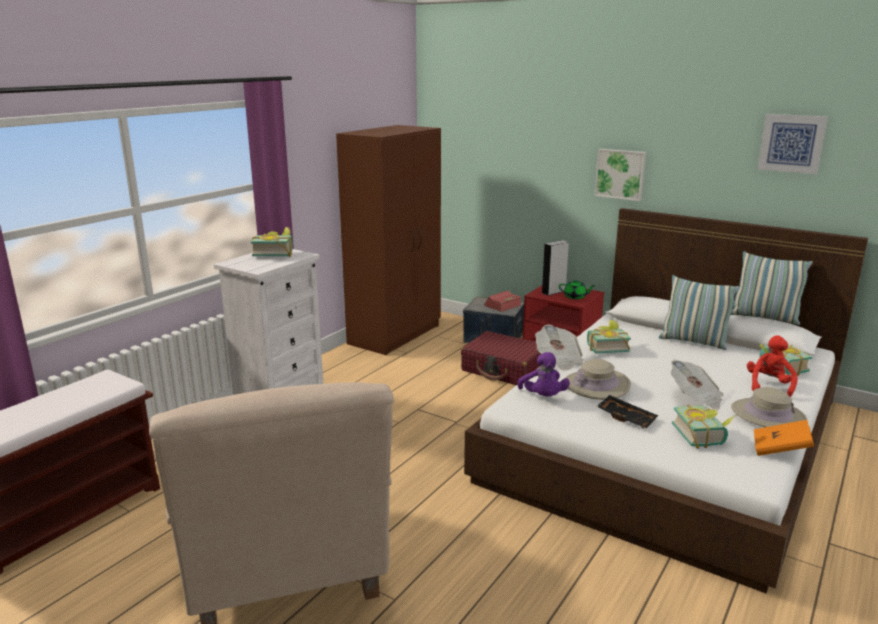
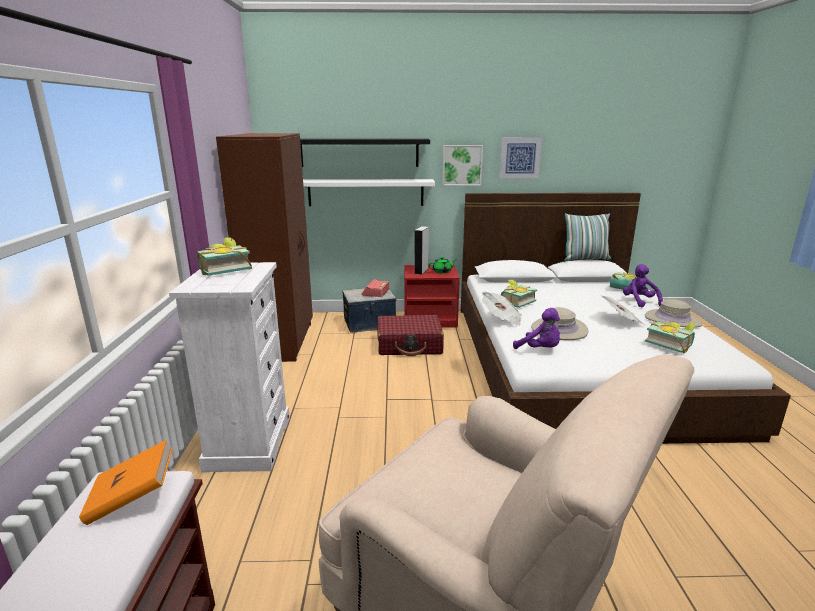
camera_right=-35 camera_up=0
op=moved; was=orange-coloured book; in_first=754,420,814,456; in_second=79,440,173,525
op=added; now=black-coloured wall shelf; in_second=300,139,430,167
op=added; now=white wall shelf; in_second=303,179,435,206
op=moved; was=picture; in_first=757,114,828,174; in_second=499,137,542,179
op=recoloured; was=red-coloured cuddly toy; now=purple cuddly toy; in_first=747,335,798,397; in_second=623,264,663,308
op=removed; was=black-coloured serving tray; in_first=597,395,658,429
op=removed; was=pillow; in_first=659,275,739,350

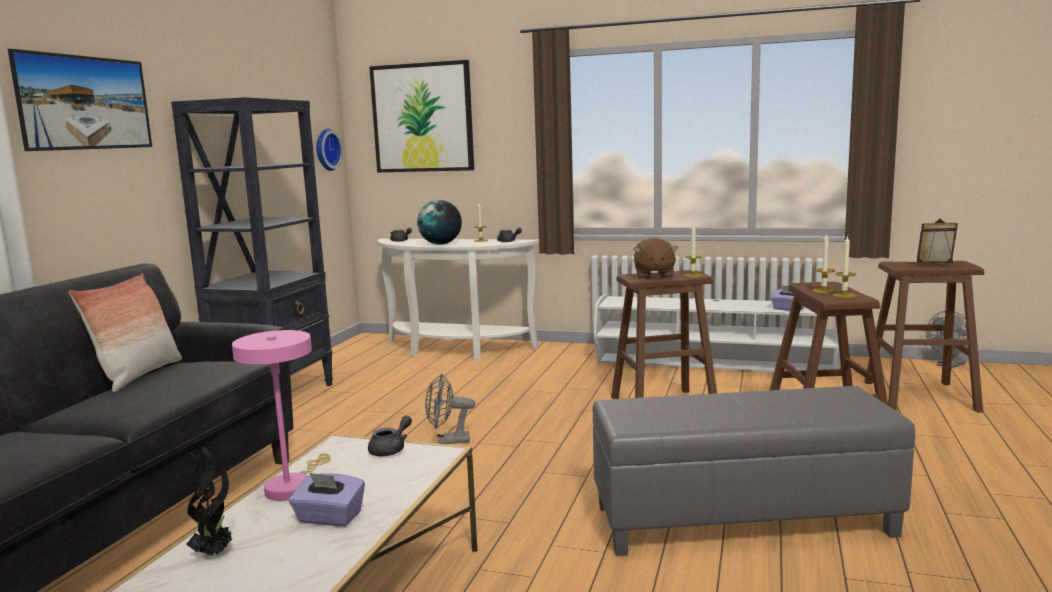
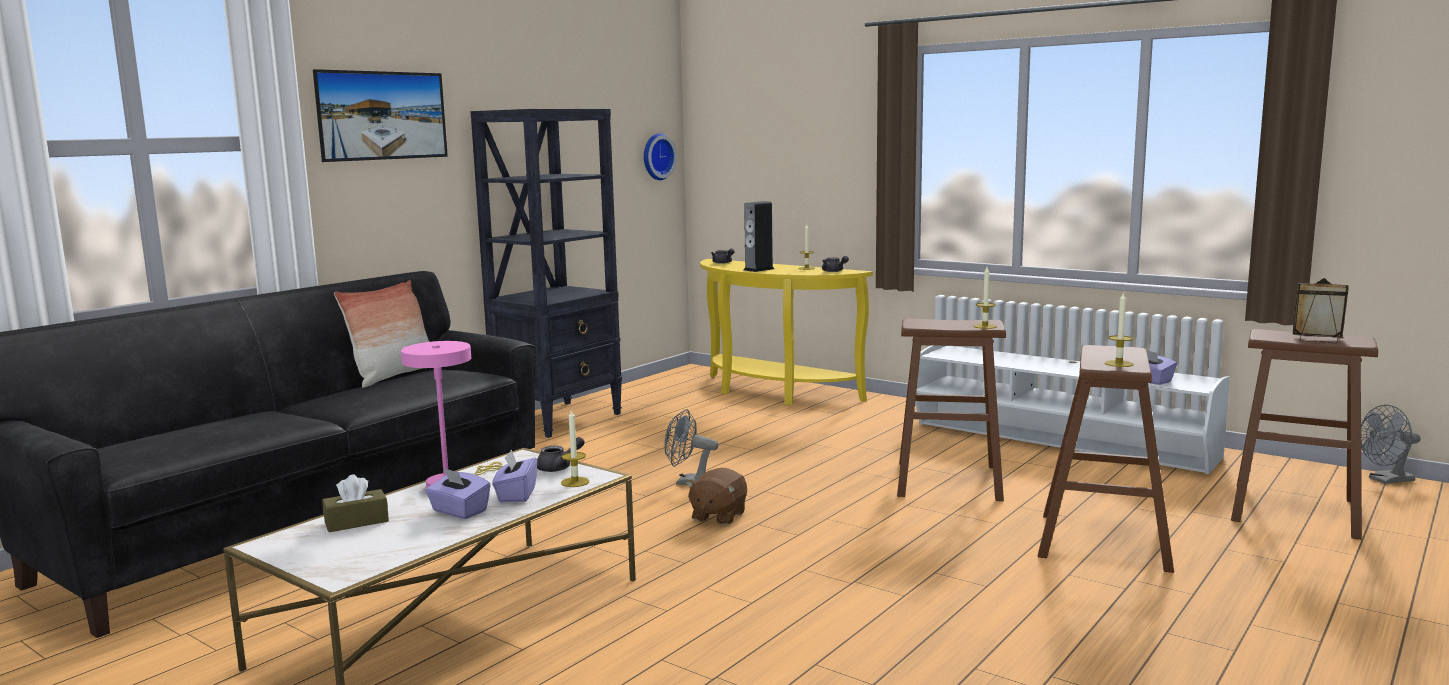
camera_right=20 camera_up=0
op=replaced; was=plant in a pot; now=brown-coloured tissue box; in_first=186,446,233,556; in_second=322,474,389,532
op=added; now=purple tissue box; in_second=492,449,537,502
op=moved; was=candle; in_first=812,233,836,293; in_second=561,409,589,487
op=moved; was=brown-coloured cuddly toy; in_first=634,238,678,280; in_second=686,468,747,525
op=recoloured; was=white console table; now=yellow console table; in_first=377,239,539,360; in_second=700,259,873,406
op=replaced; was=globe; now=speaker; in_first=417,200,462,245; in_second=744,201,774,272
op=removed; was=picture; in_first=369,60,474,172
op=removed; was=gray ottoman; in_first=593,386,915,556

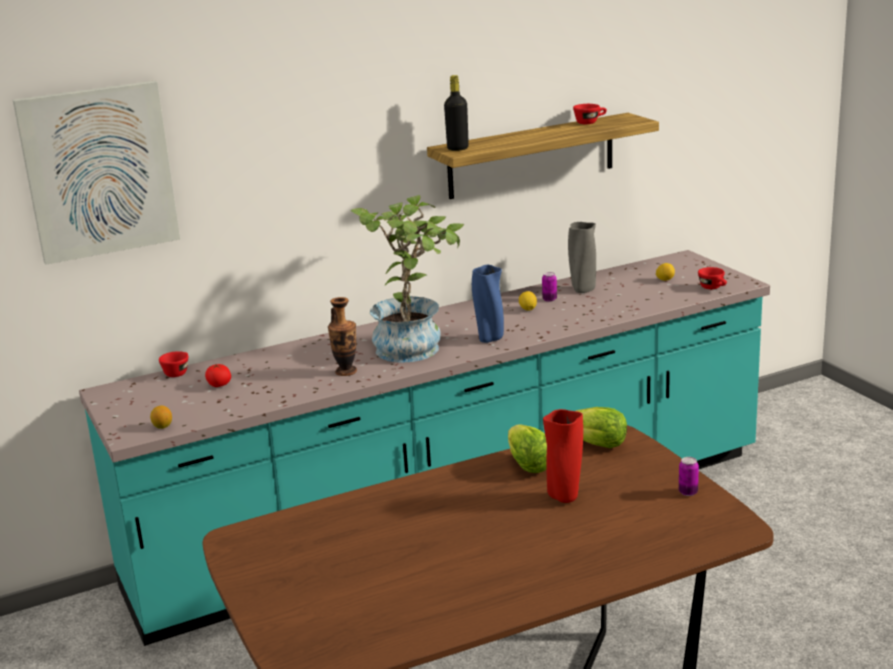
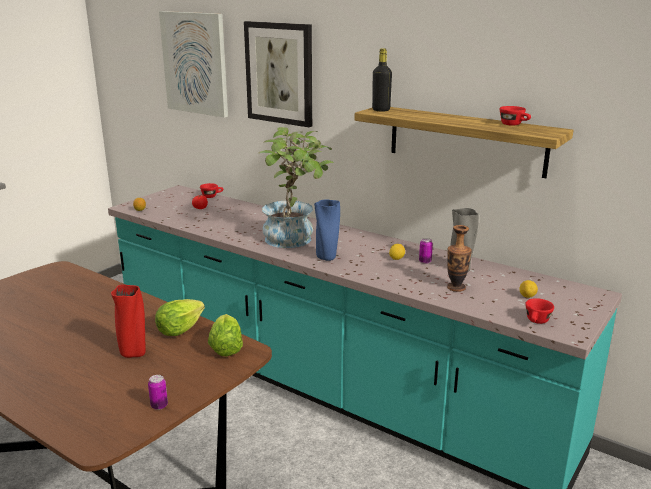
camera_right=60 camera_up=0
op=added; now=picture; in_second=244,21,312,127
op=moved; was=flower vase; in_first=328,297,357,376; in_second=447,225,472,292

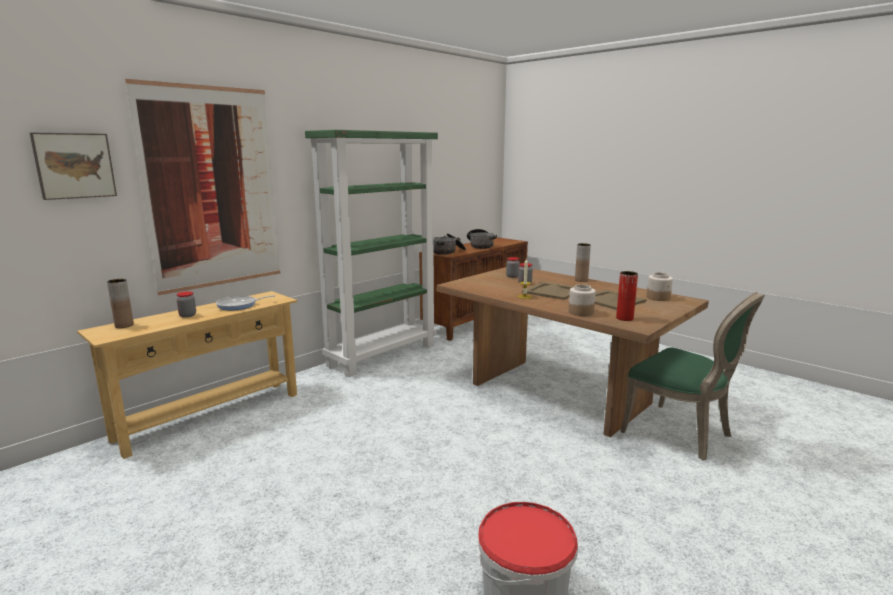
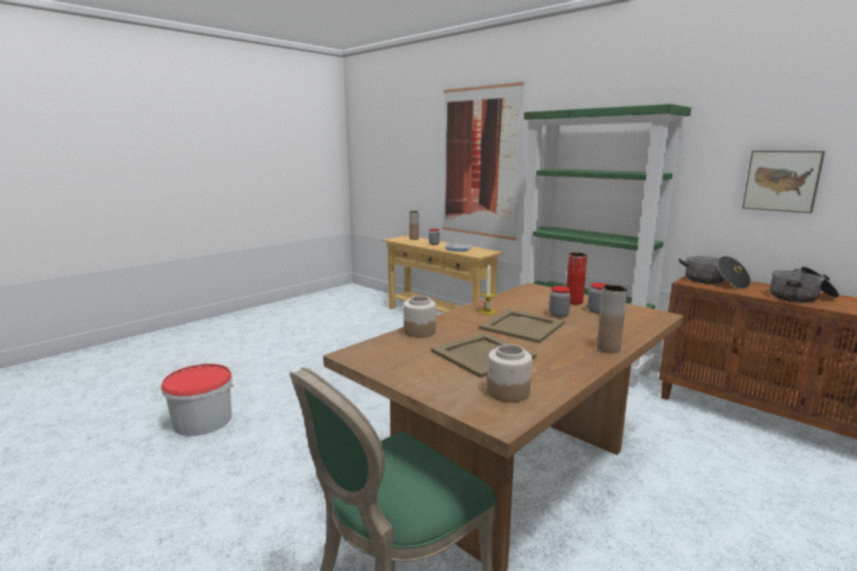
camera_right=90 camera_up=0
op=moved; was=red-coloured flower vase; in_first=616,271,638,321; in_second=566,253,587,304
op=moved; was=picture; in_first=30,133,117,200; in_second=742,151,825,213

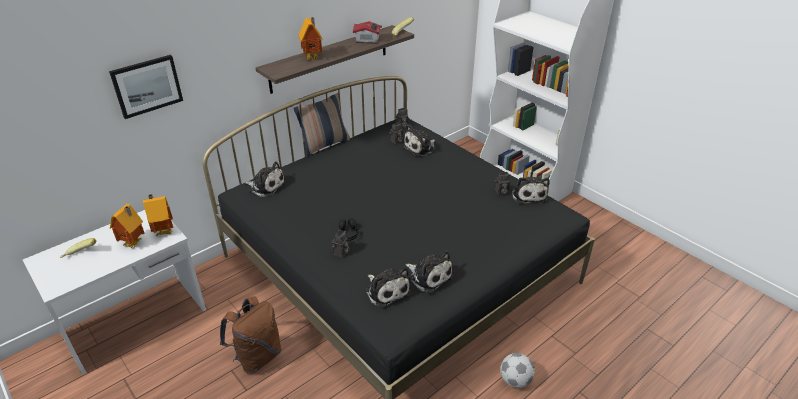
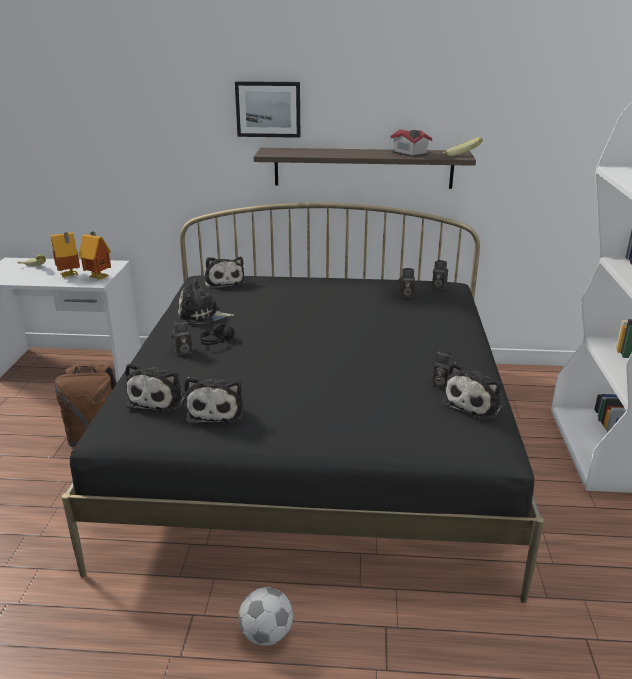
camera_right=45 camera_up=-10
op=moved; was=cuddly toy; in_first=402,124,435,156; in_second=178,277,234,324
op=moved; was=picture; in_first=109,55,183,119; in_second=235,81,300,138
op=removed; was=pillow; in_first=294,93,350,156
op=removed; was=model house; in_first=298,17,322,60

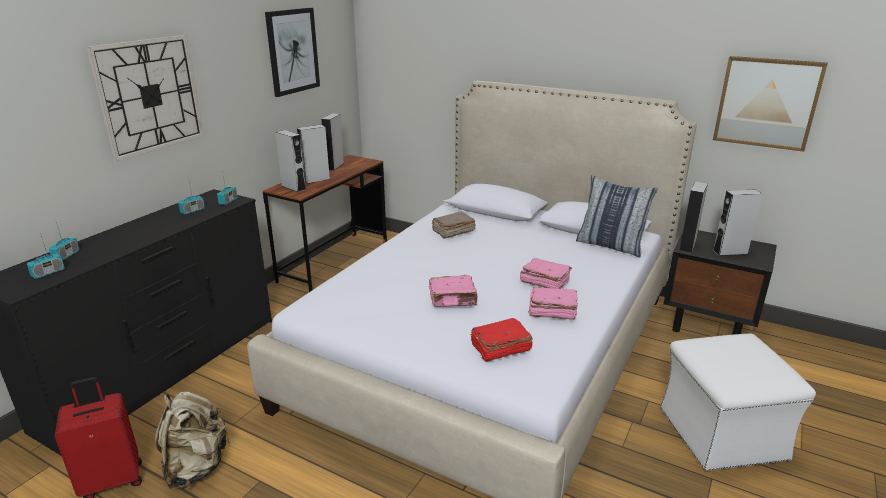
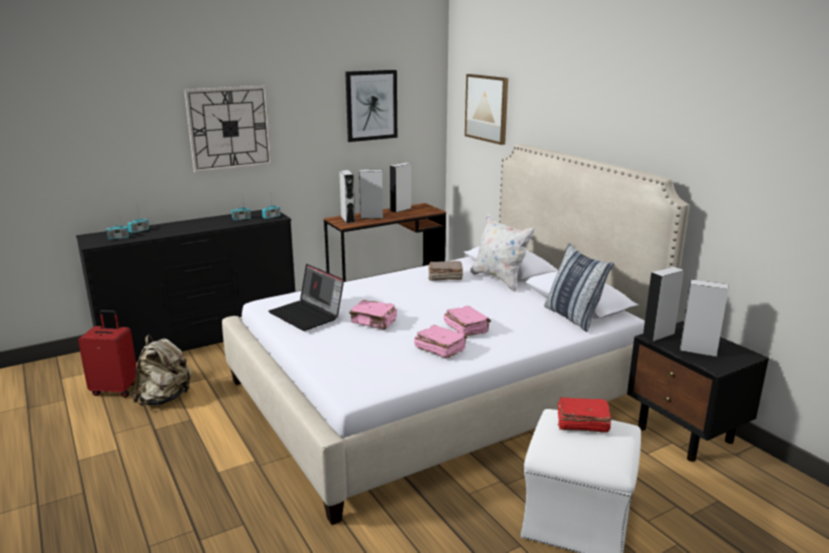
camera_right=30 camera_up=-5
op=added; now=laptop; in_second=269,264,344,331
op=moved; was=picture; in_first=713,56,828,152; in_second=465,74,508,145
op=added; now=white pillow; in_second=470,214,536,292
op=moved; was=red-coloured book; in_first=470,318,533,362; in_second=557,397,611,433

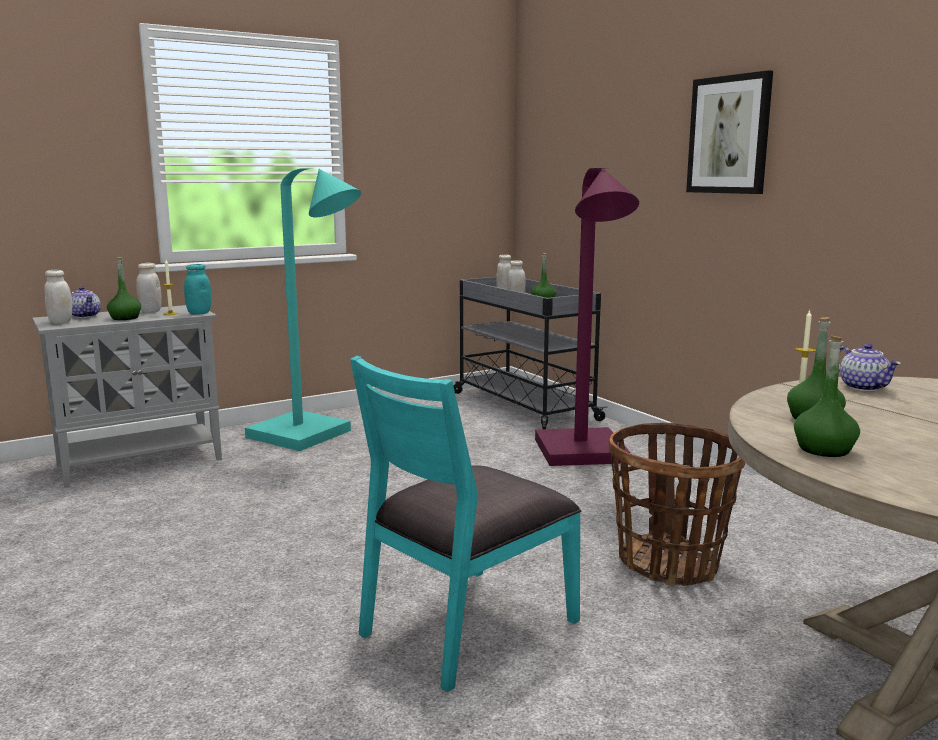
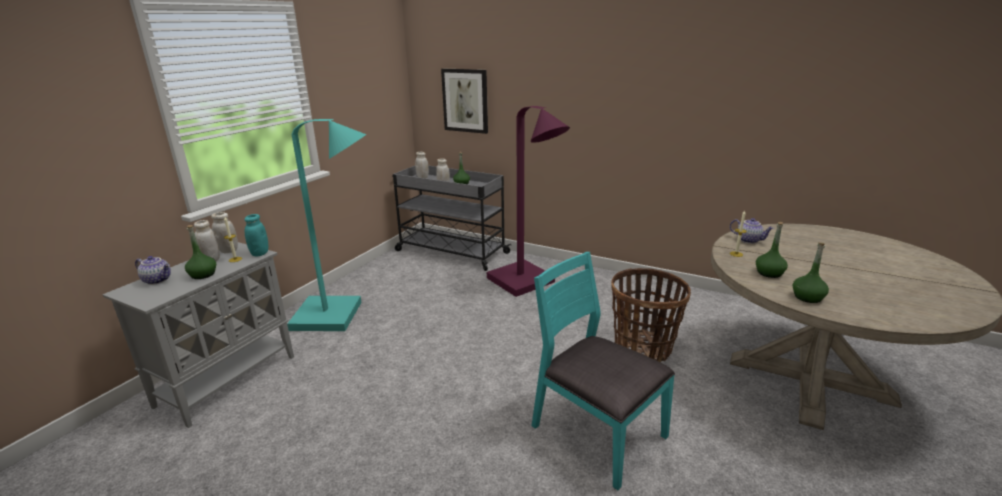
camera_right=-30 camera_up=10
op=moved; was=white storage jar; in_first=44,270,73,324; in_second=211,212,238,253
op=moved; was=picture; in_first=686,70,773,194; in_second=441,69,488,134
op=turned; was=blue-green plain chair; in_first=350,356,581,692; in_second=532,252,675,490; clockwise=120

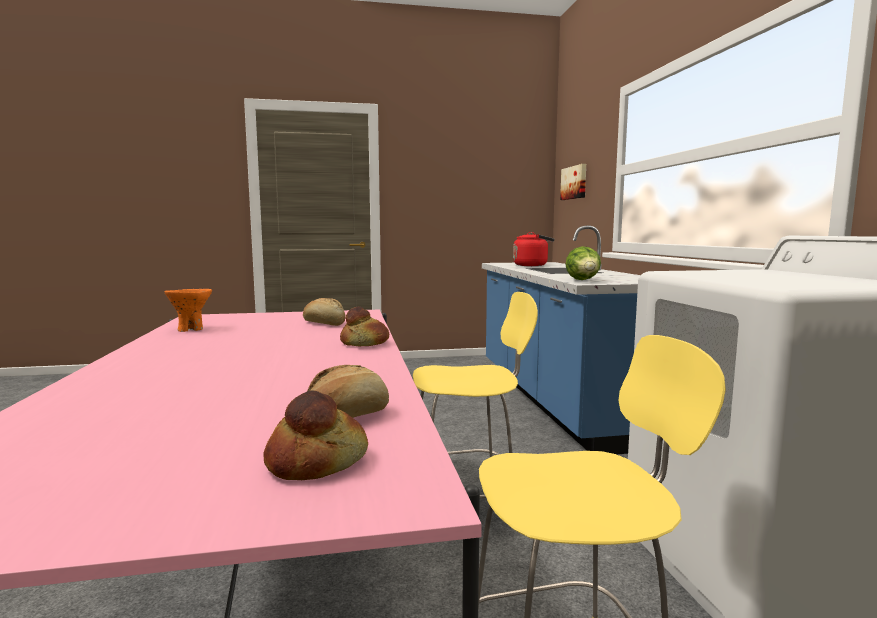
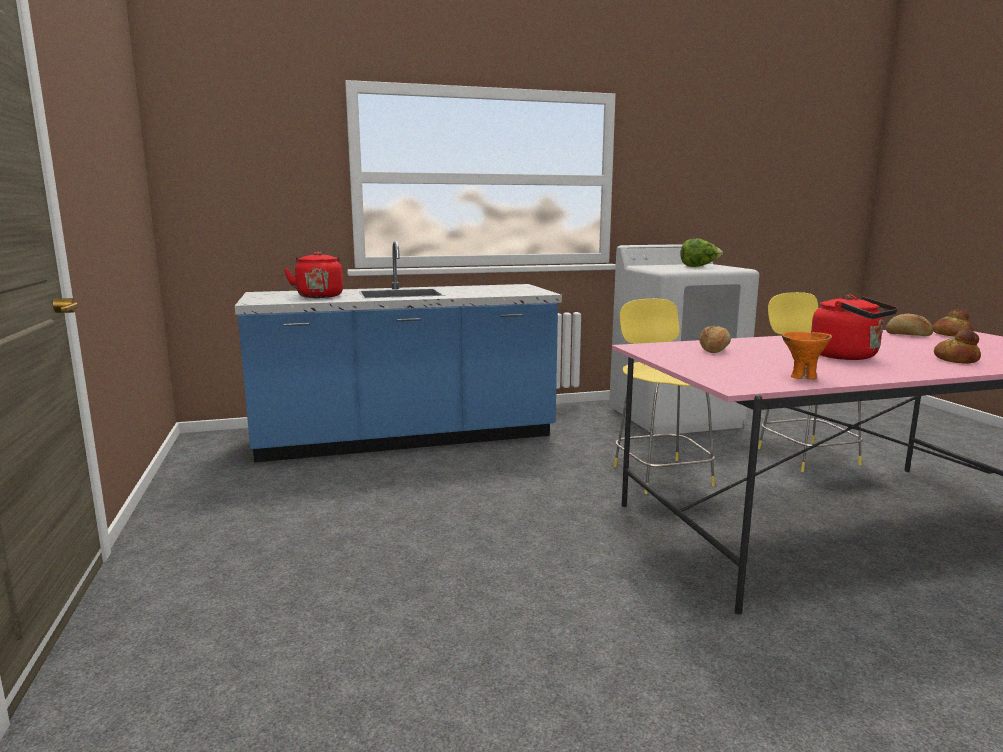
camera_right=-95 camera_up=5
op=moved; was=lettuce head; in_first=565,246,601,280; in_second=680,238,723,267
op=added; now=red-coloured tea kettle; in_second=811,295,898,360
op=moved; was=bakery bread; in_first=340,307,389,346; in_second=934,329,981,364
op=removed; was=picture; in_first=560,164,586,200

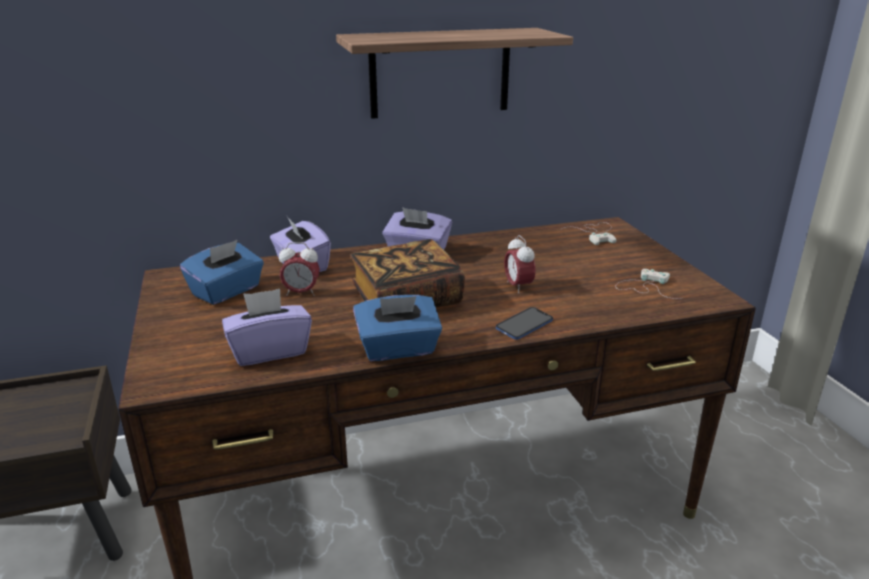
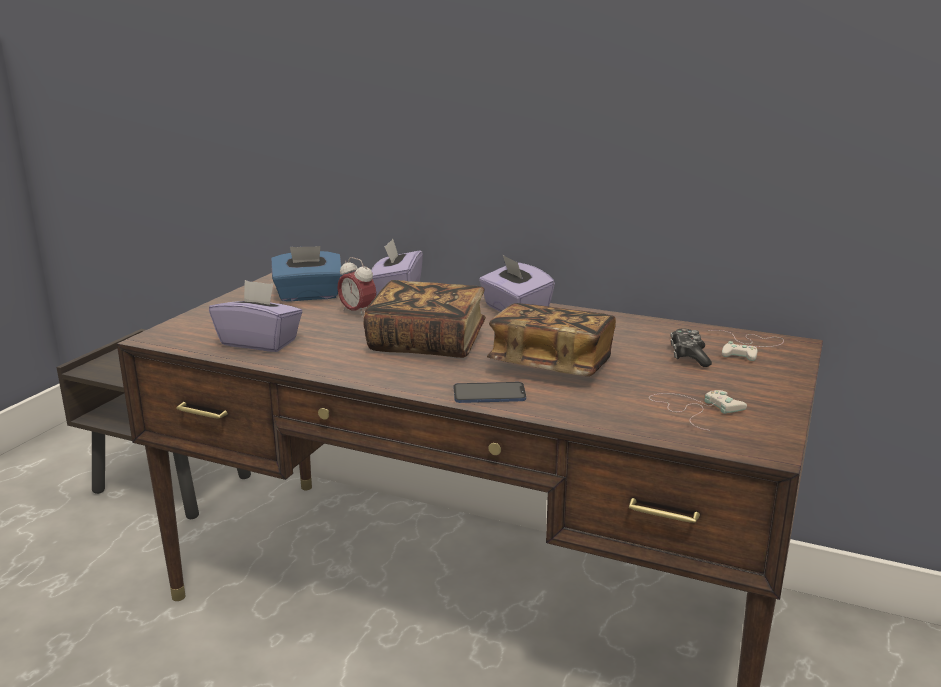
camera_right=40 camera_up=-5
op=replaced; was=bedside clock; now=book; in_first=504,235,536,294; in_second=487,303,616,376
op=added; now=joypad; in_second=670,328,712,367
op=removed; was=wall shelf; in_first=336,28,573,119
op=removed; was=blue tissue box; in_first=353,295,442,361

